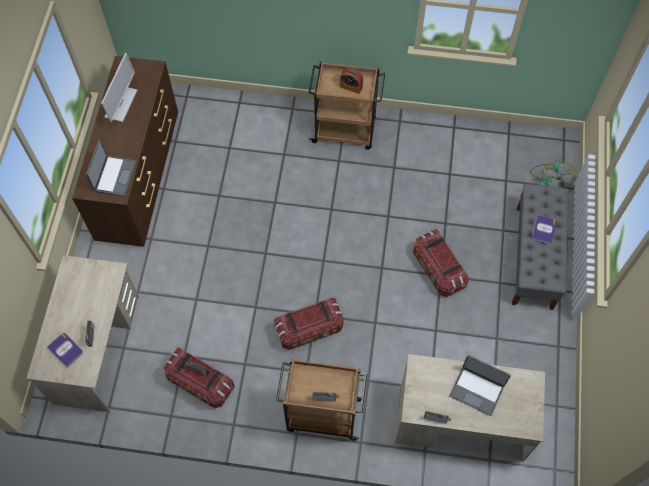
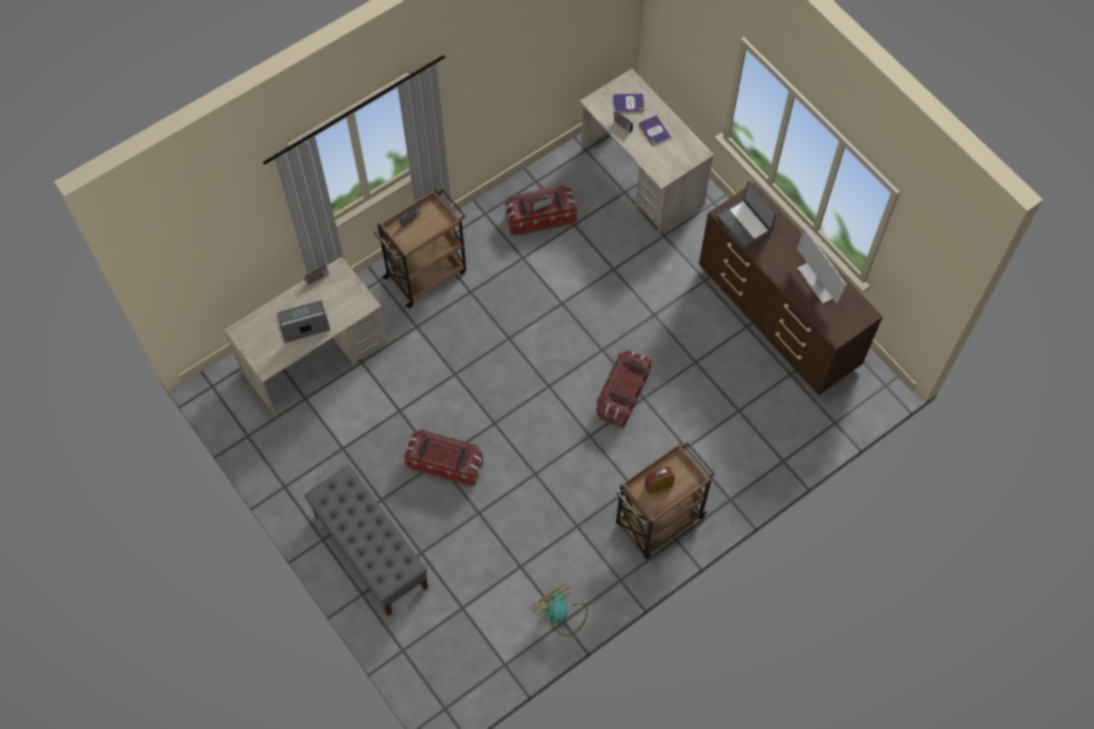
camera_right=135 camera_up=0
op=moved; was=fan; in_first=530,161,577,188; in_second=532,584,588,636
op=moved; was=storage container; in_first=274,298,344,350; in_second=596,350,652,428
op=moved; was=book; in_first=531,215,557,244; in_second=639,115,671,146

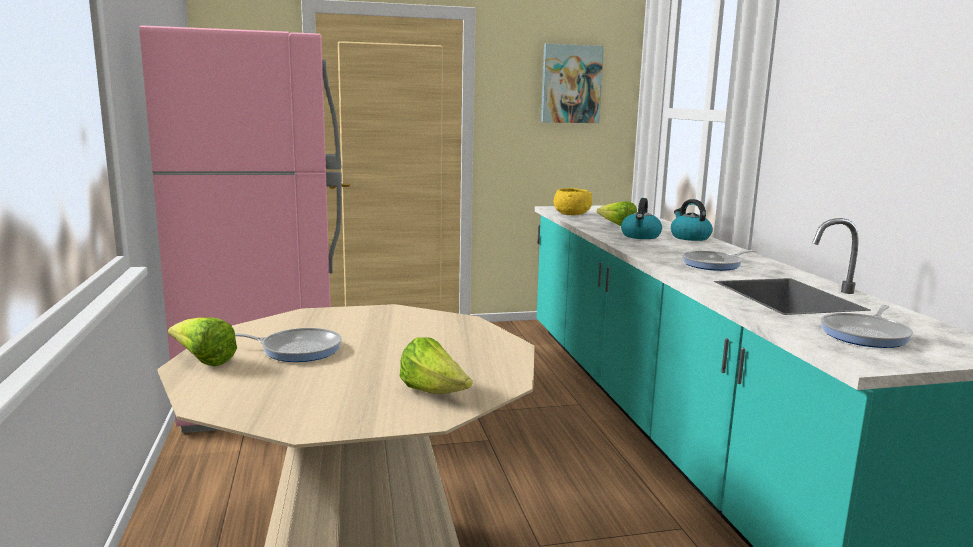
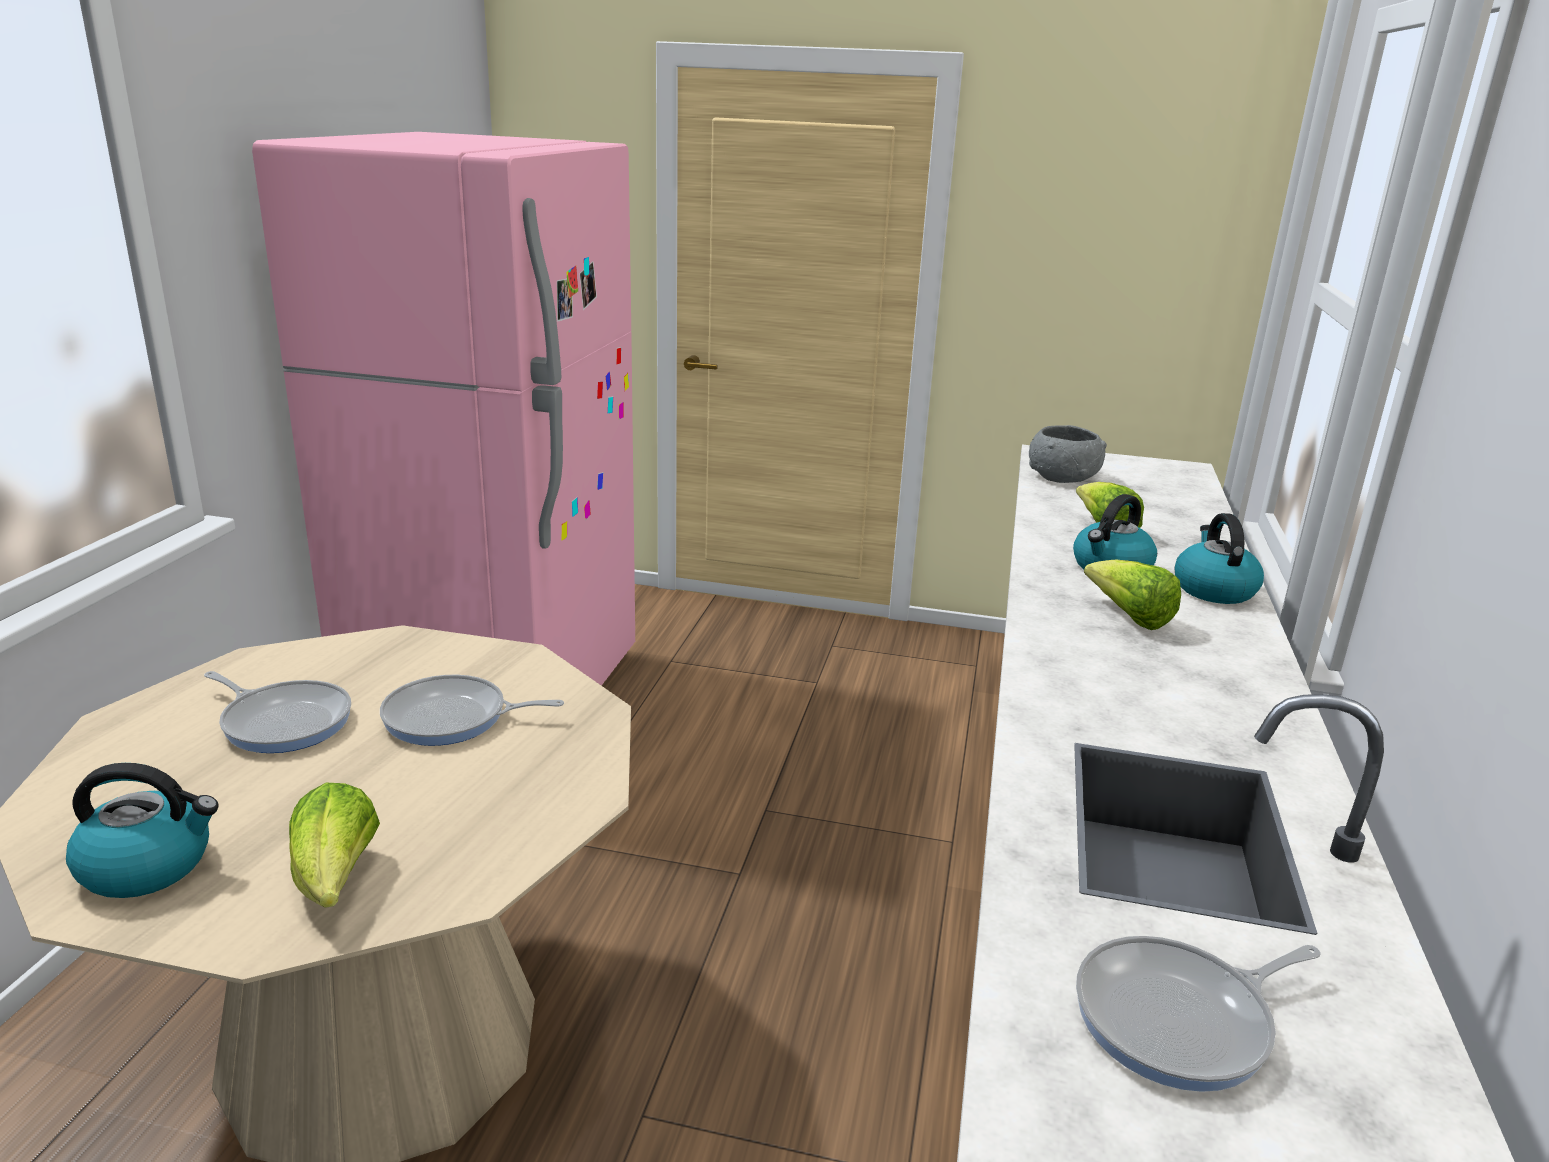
camera_right=25 camera_up=10
op=added; now=tea kettle; in_second=66,763,219,898
op=moved; was=skillet; in_first=682,250,755,271; in_second=380,675,564,746
op=recoloured; was=yellow serving bowl; now=gray serving bowl; in_first=554,188,592,215; in_second=1029,425,1107,483
op=moved; was=lettuce head; in_first=168,317,237,366; in_second=1084,560,1181,630
op=removed; was=picture; in_first=541,44,604,123

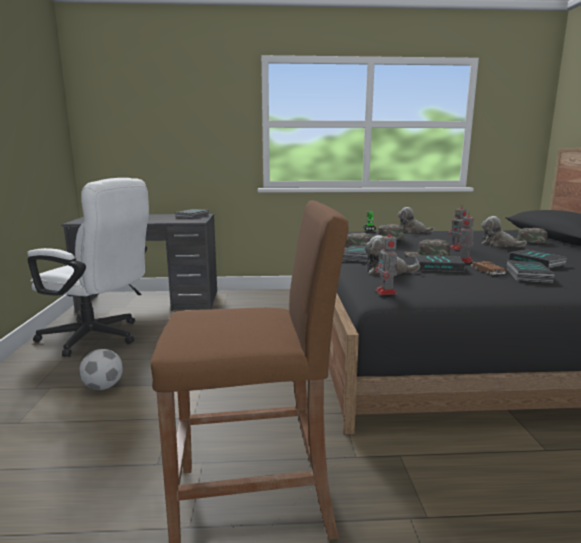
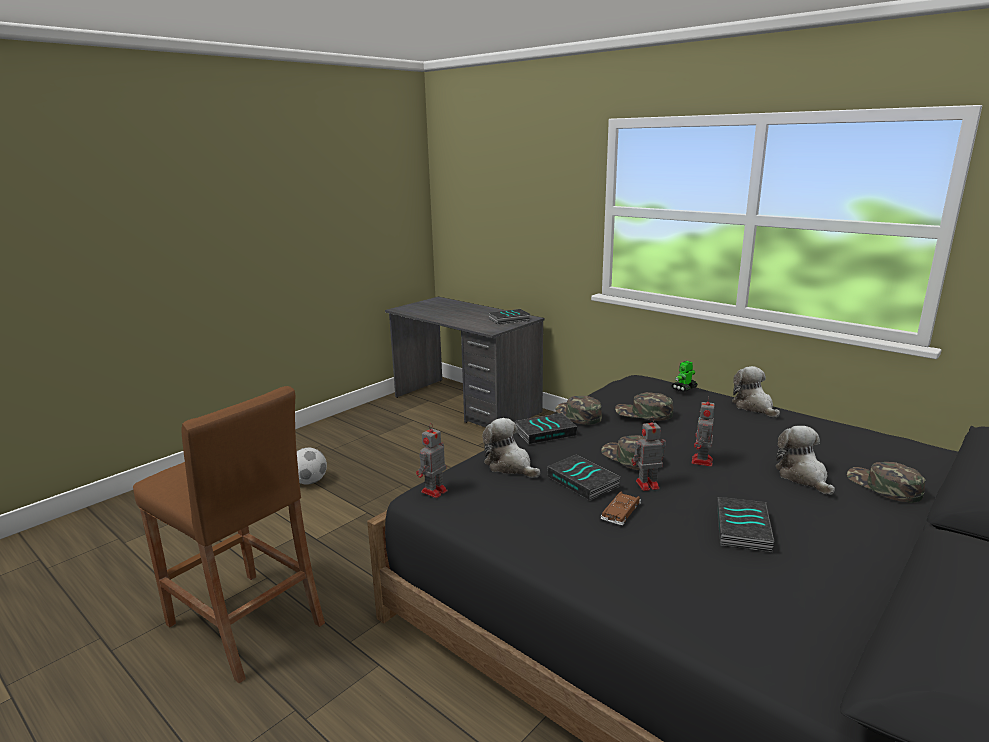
camera_right=45 camera_up=5
op=removed; was=white office chair; in_first=27,178,149,357
op=removed; was=book; in_first=507,260,555,283

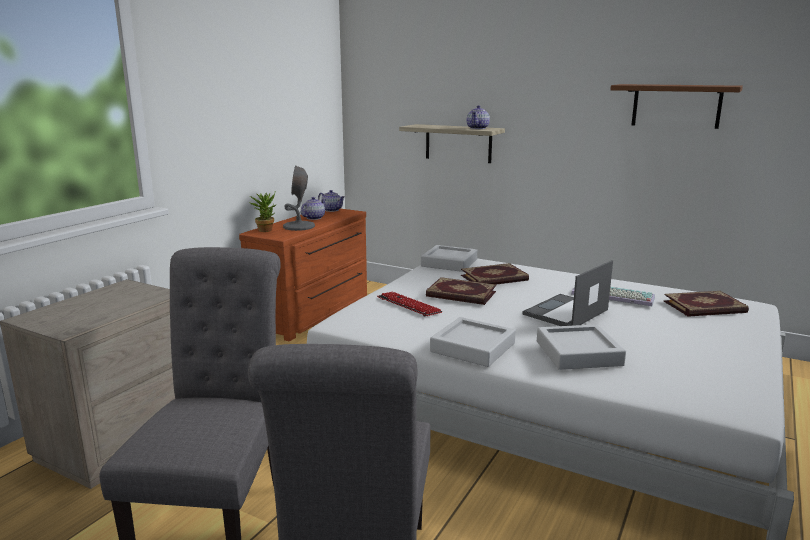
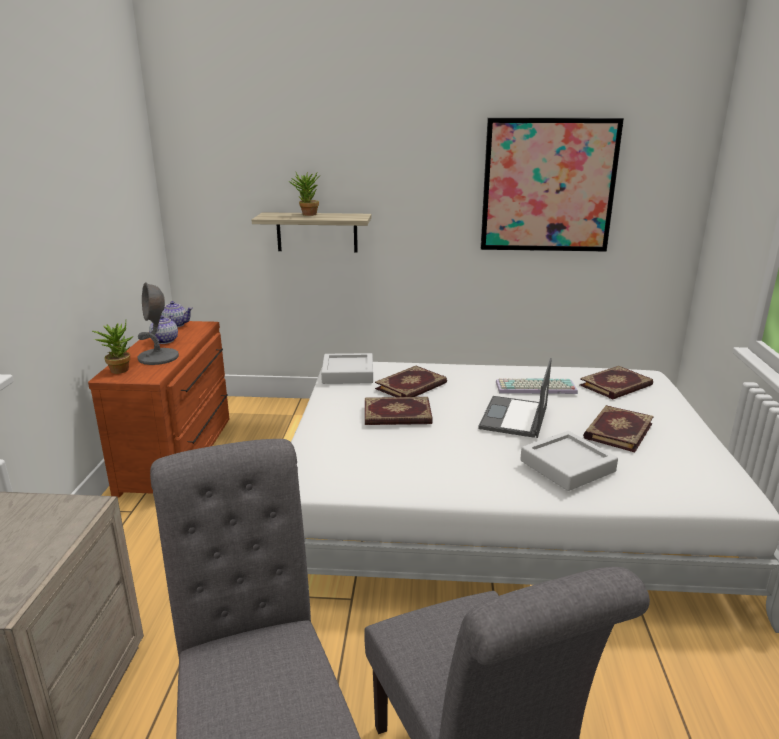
camera_right=-25 camera_up=5
op=added; now=plant in a pot; in_second=289,172,321,216
op=replaced; was=brown-coloured wall shelf; now=picture; in_first=610,84,743,129; in_second=481,118,624,252
op=added; now=book; in_second=583,405,654,452
op=removed; was=PC keyboard; in_first=377,291,442,317
op=removed; was=gray serving tray; in_first=430,317,516,367
op=removed; was=tea pot; in_first=467,105,490,129

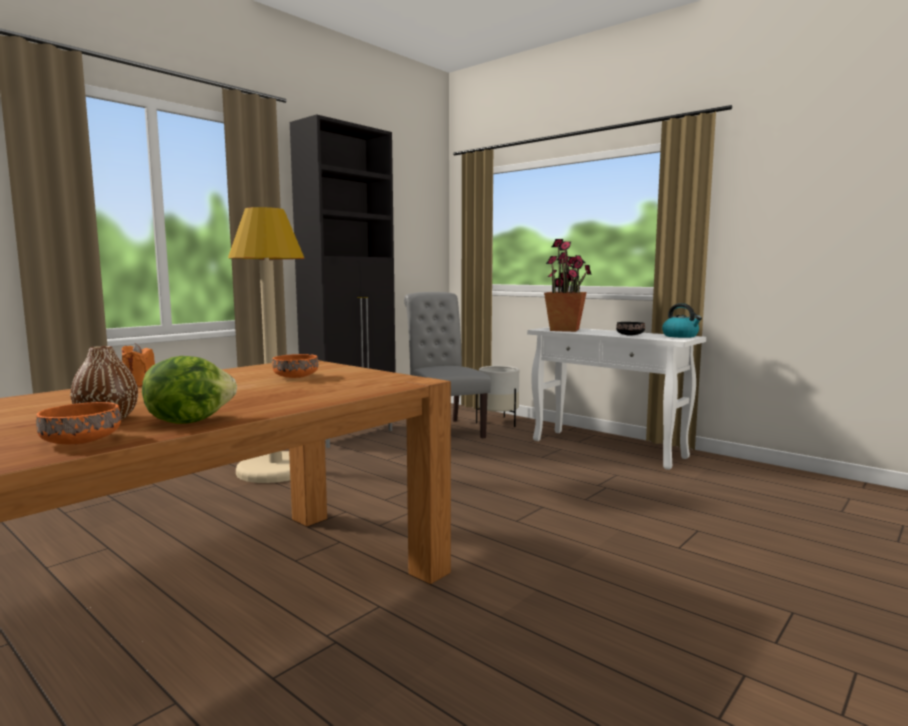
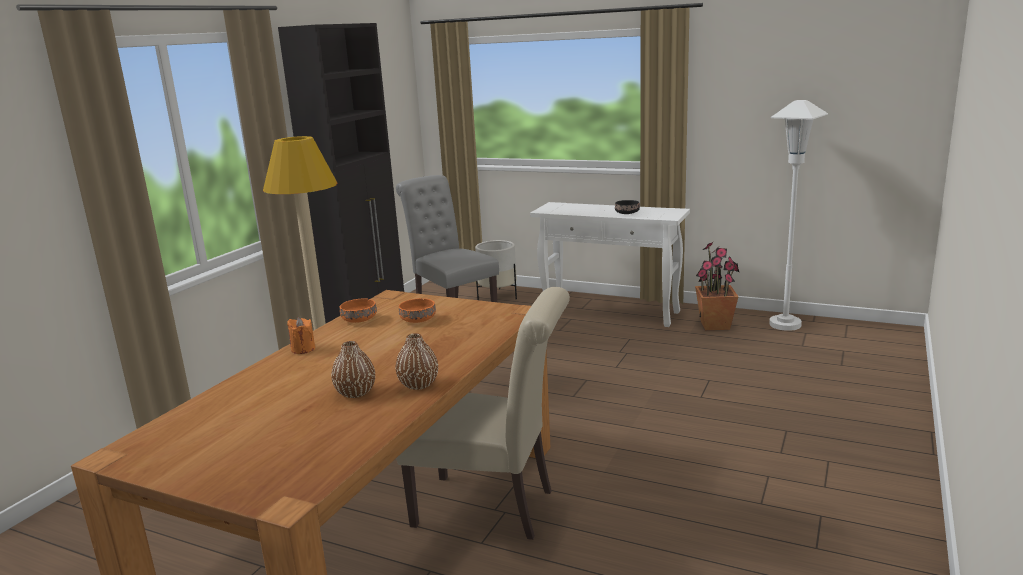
camera_right=-15 camera_up=10
op=moved; was=orange-coloured serving bowl; in_first=36,402,121,444; in_second=340,298,377,323
op=added; now=sand-coloured plain chair; in_second=396,287,570,540
op=replaced; was=lettuce head; now=brown-coloured flower vase; in_first=142,356,237,424; in_second=396,333,438,390
op=moved; was=plant in a pot; in_first=544,239,592,332; in_second=695,242,739,330
op=added; now=white floor lamp; in_second=769,100,828,331
op=removed; was=tea kettle; in_first=662,303,702,338

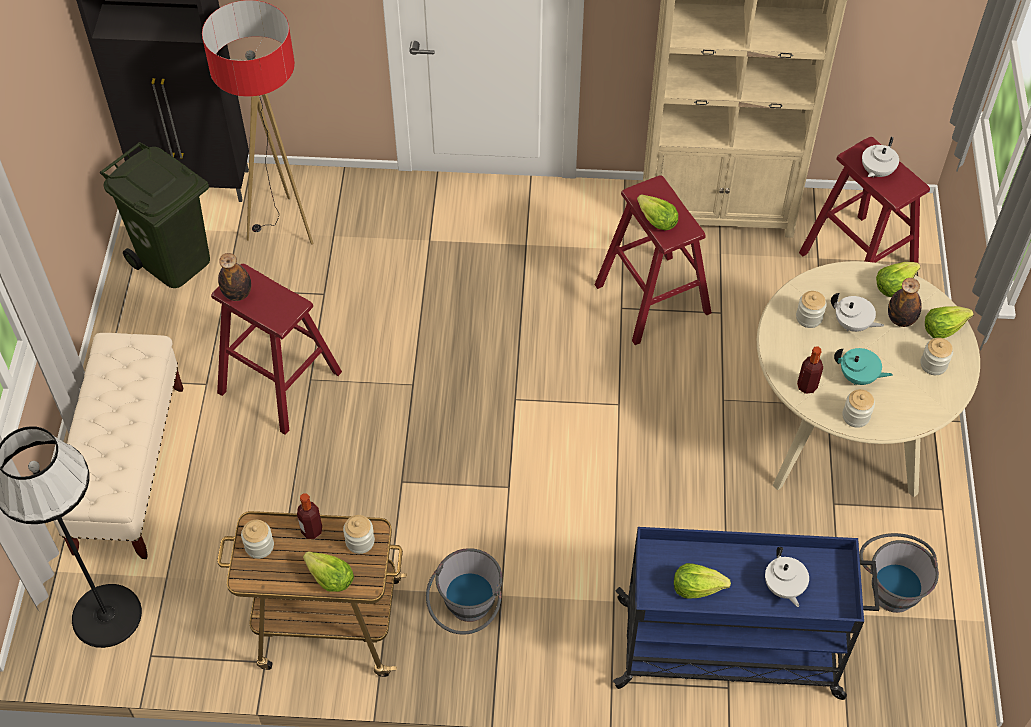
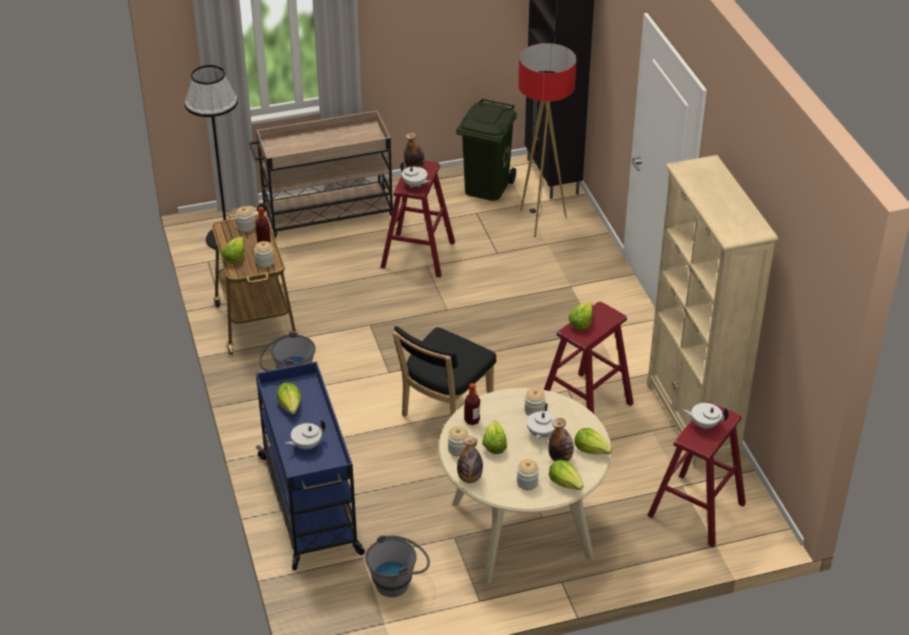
camera_right=70 camera_up=-15
op=replaced; was=sand-coloured long seat; now=sand-coloured trolley; in_first=53,333,183,559; in_second=249,111,399,240
op=added; now=black-coloured plain chair; in_second=393,326,496,417
op=added; now=white tea pot; in_second=400,162,430,188
op=added; now=bottle; in_second=457,437,483,483
op=replaced; was=blue-green tea pot; now=lettuce head; in_first=834,348,893,385; in_second=482,420,507,454

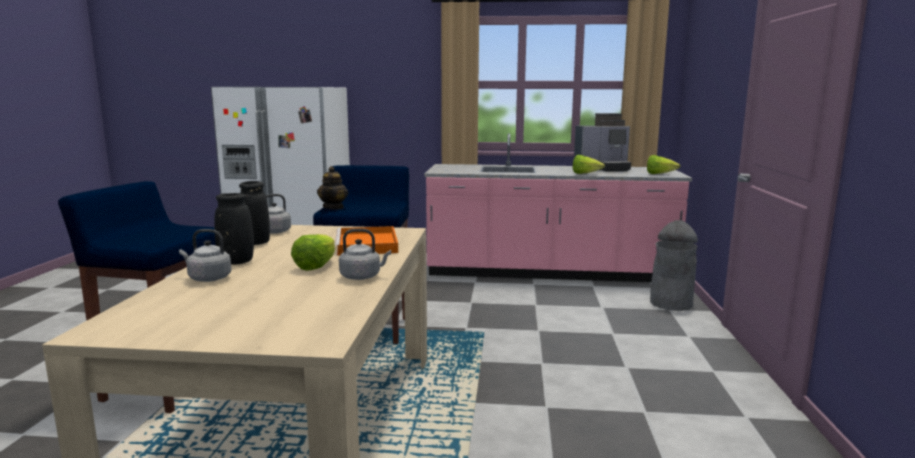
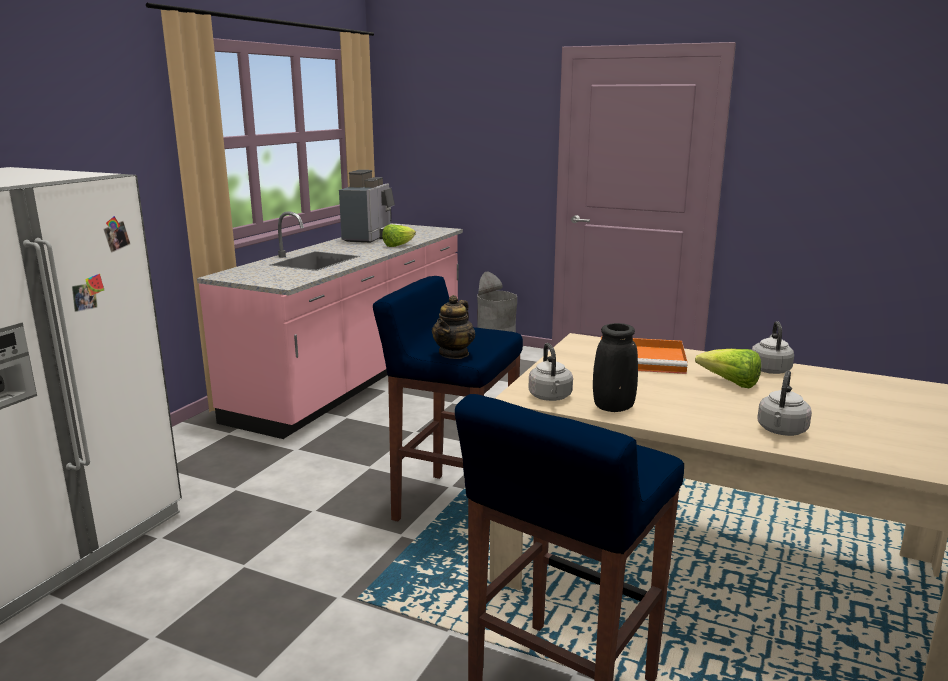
camera_right=-70 camera_up=5
op=turned; was=tea pot; in_first=317,166,348,209; in_second=432,295,475,359; clockwise=90
op=removed; was=black-coloured flower vase; in_first=214,193,254,264
op=removed; was=lettuce head; in_first=647,155,680,174

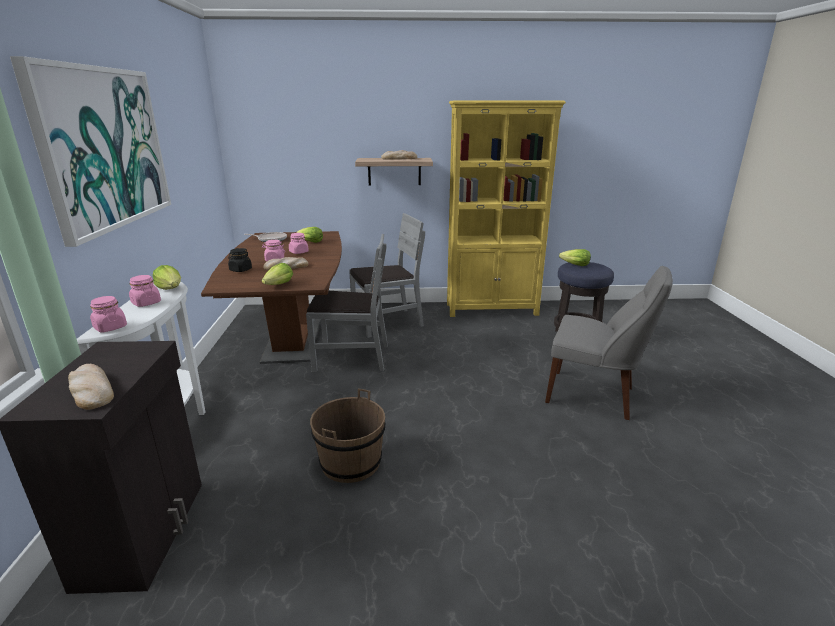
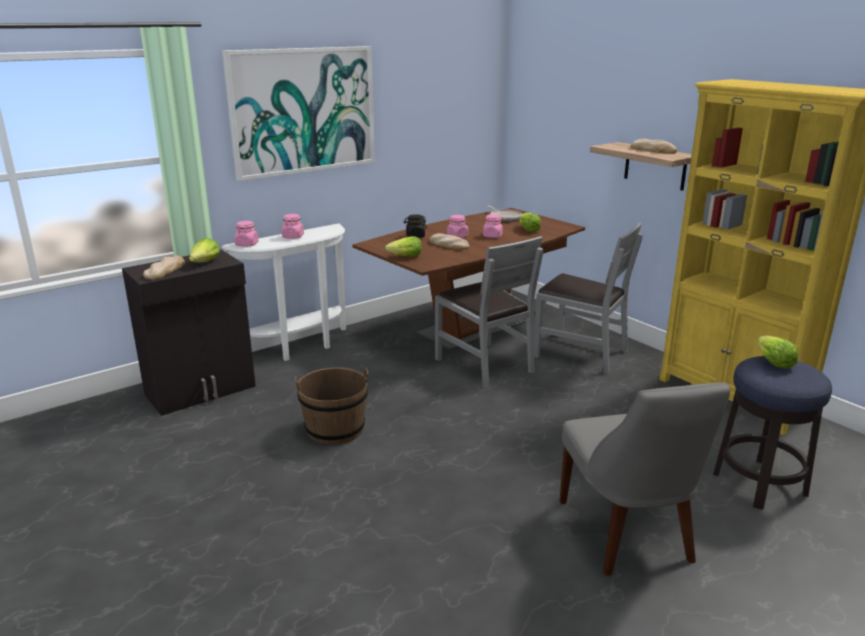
camera_right=55 camera_up=0
op=moved; was=lettuce head; in_first=153,265,181,290; in_second=189,238,220,263

